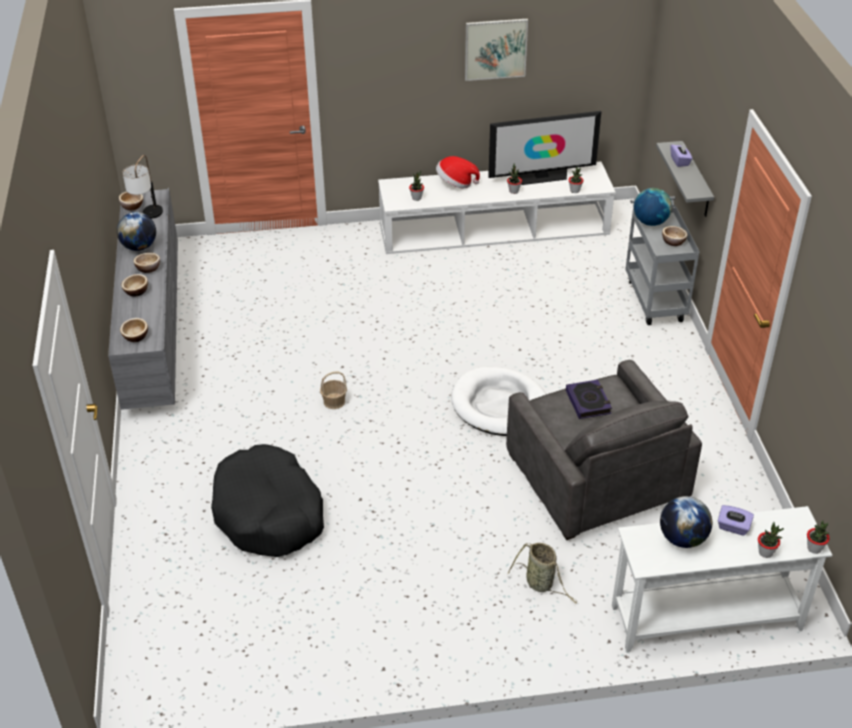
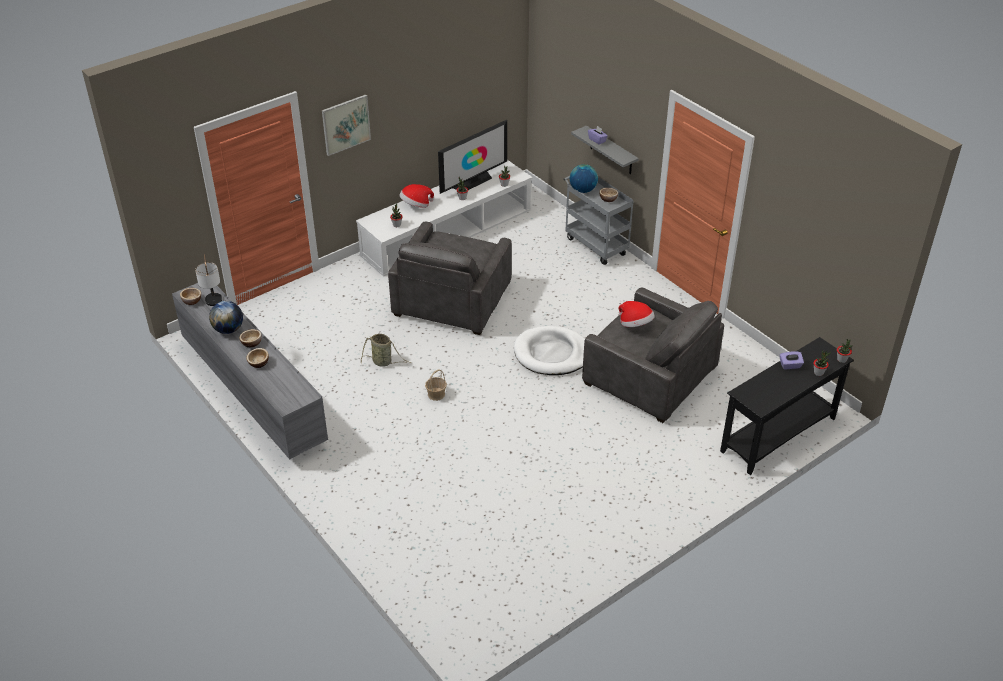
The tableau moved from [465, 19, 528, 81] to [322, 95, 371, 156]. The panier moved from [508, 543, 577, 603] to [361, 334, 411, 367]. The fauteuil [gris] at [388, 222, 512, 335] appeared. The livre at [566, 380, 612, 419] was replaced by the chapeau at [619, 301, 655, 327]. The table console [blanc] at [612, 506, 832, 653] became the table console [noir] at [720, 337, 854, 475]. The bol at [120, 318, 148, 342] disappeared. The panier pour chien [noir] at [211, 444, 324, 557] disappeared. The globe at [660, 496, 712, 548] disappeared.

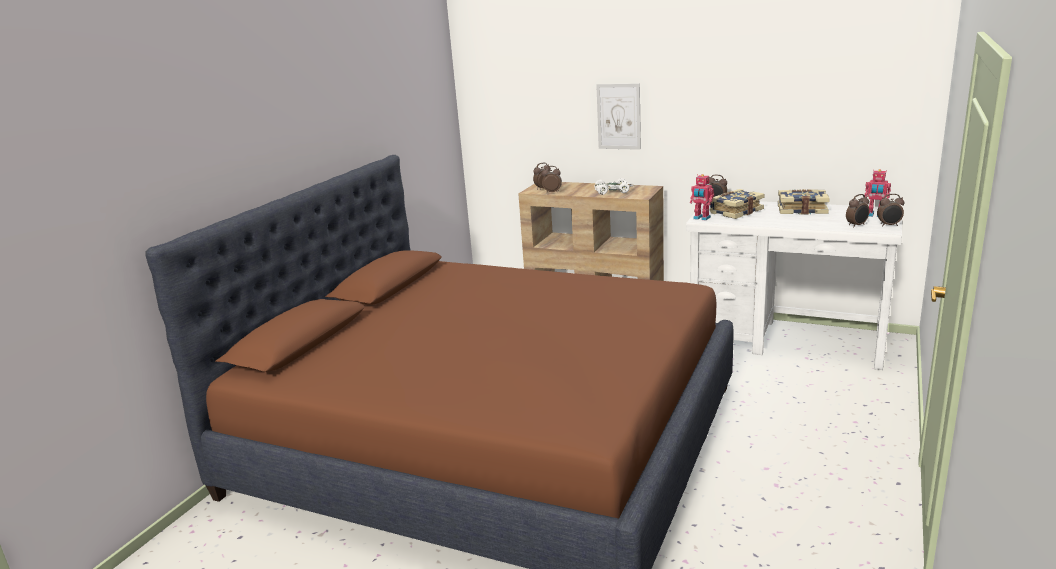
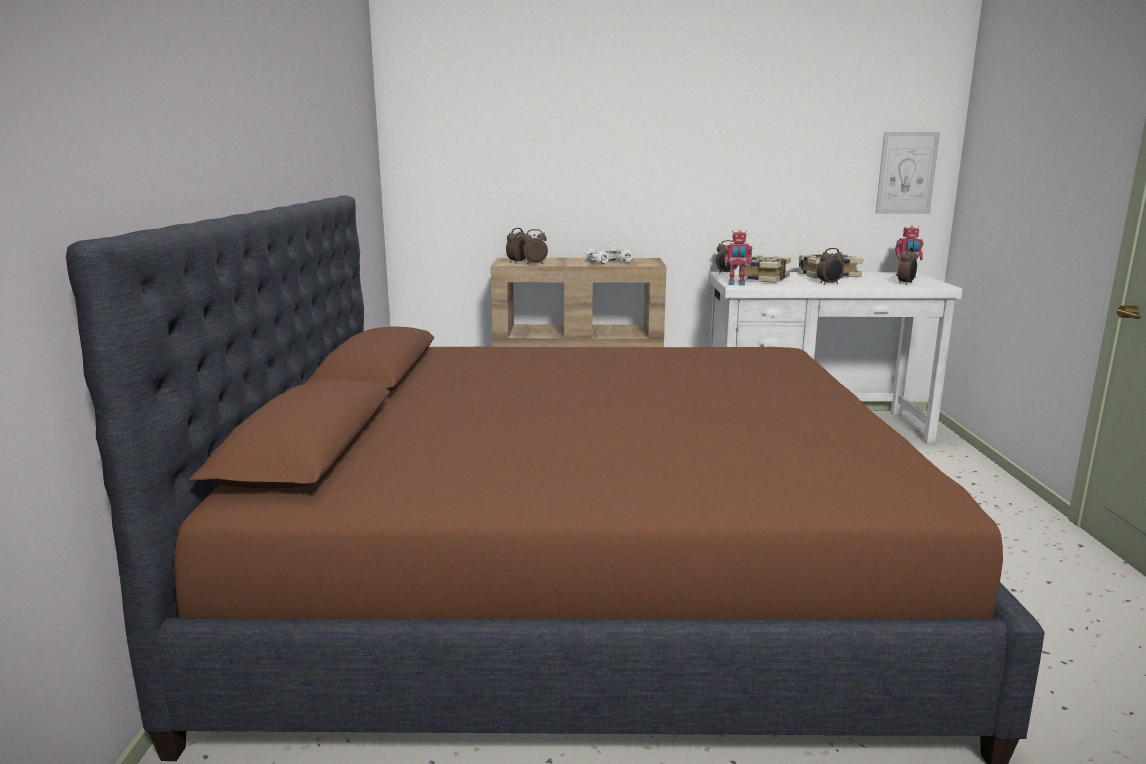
The réveil moved from [877, 194, 905, 226] to [817, 248, 844, 285]. The tableau moved from [596, 84, 641, 150] to [875, 132, 940, 214].

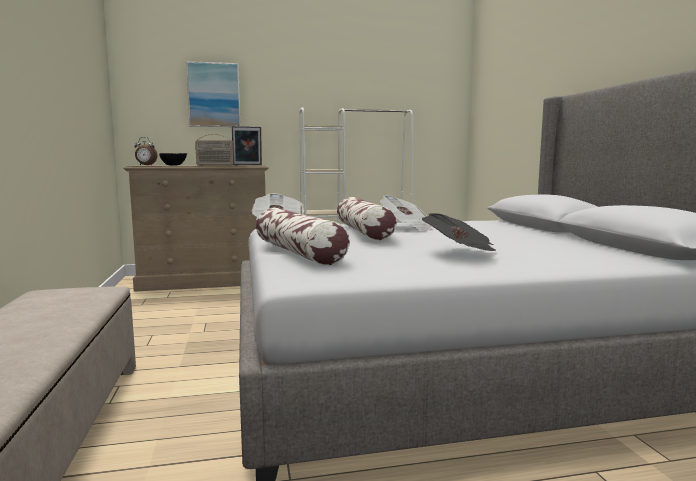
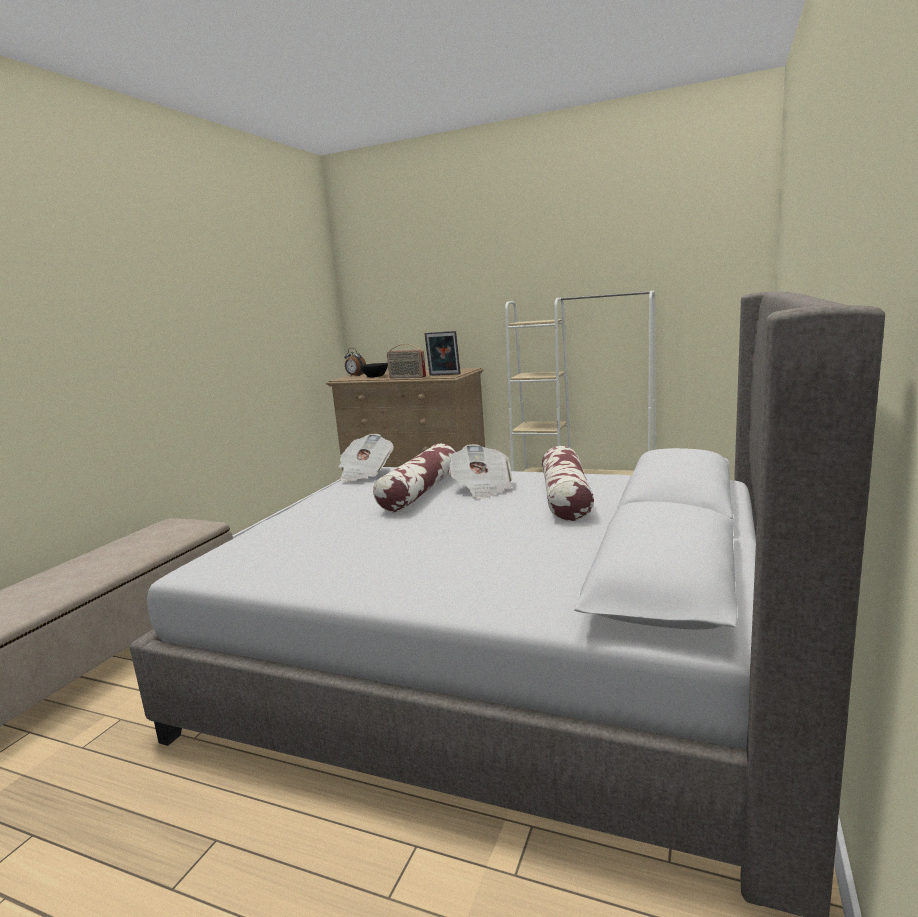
The coussin moved from [256, 208, 350, 265] to [542, 446, 594, 521]. The tableau at [186, 61, 241, 127] disappeared. The journal at [422, 213, 496, 251] disappeared.

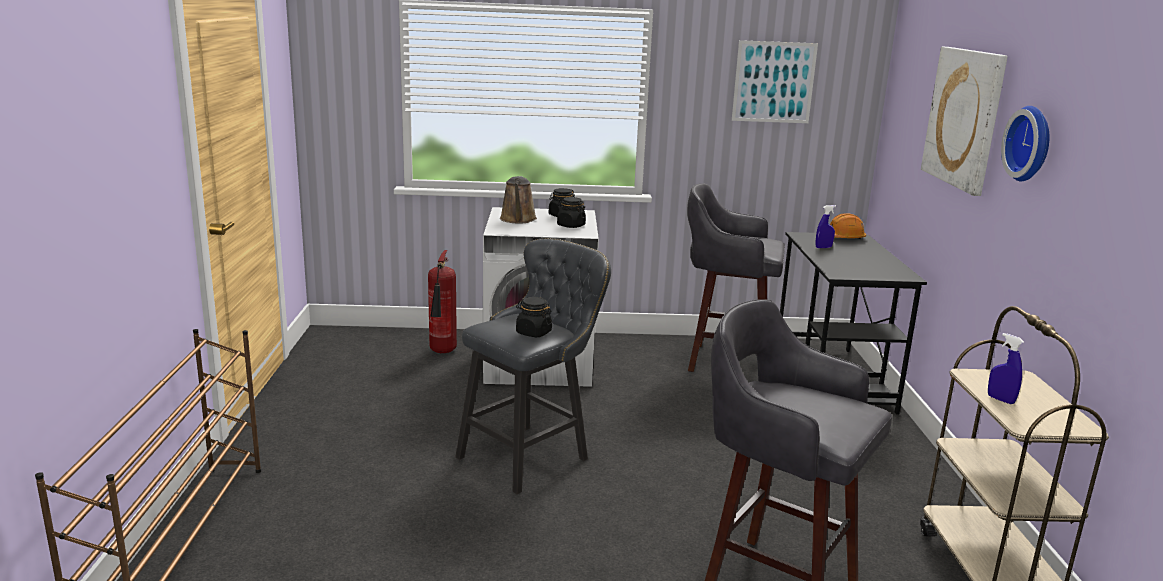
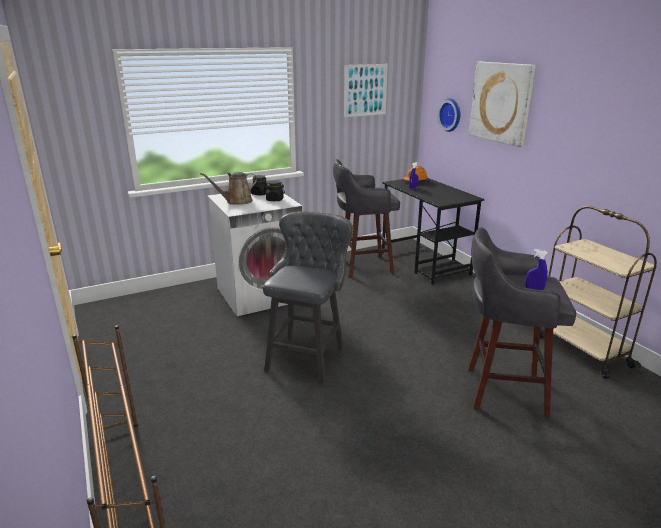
The arrosoir [marron] at [500, 176, 537, 224] turned 90 degrees clockwise. The horloge murale moved from [1001, 106, 1049, 181] to [438, 98, 460, 132]. The vaporisateur [bleu] moved from [988, 333, 1024, 404] to [526, 249, 548, 290]. The extincteur at [428, 250, 457, 353] disappeared. The bocal [noir] at [516, 297, 552, 337] disappeared.

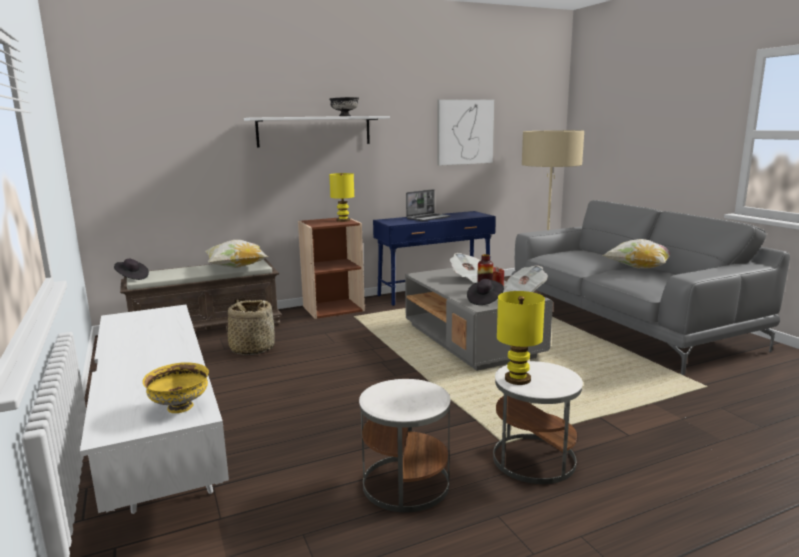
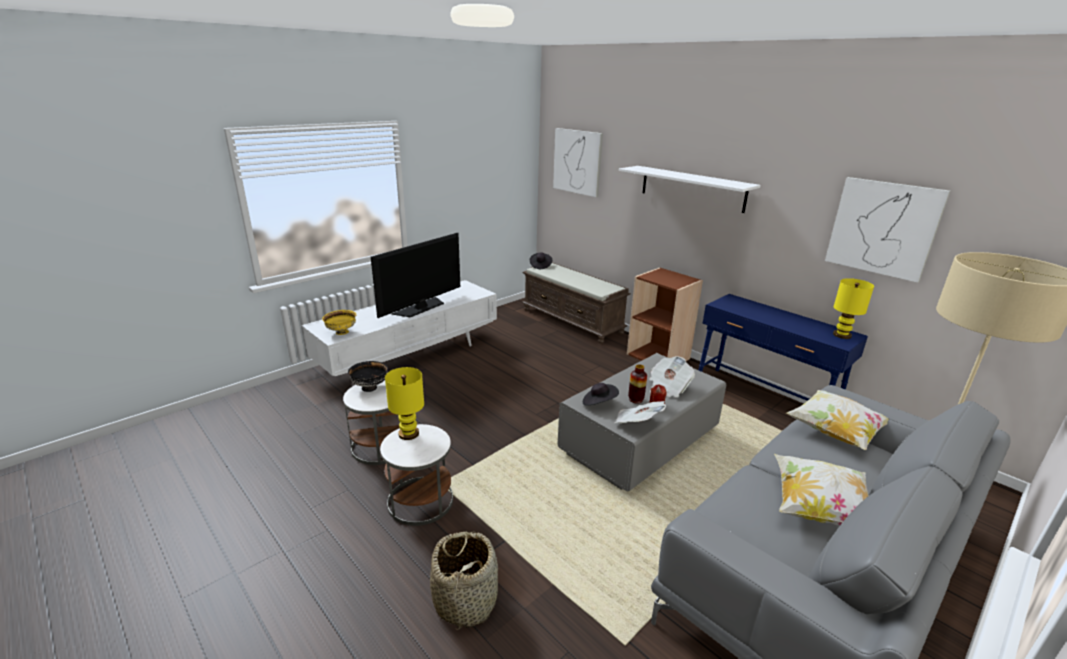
The bol [noir] moved from [330, 97, 359, 116] to [348, 361, 388, 392]. The téléviseur at [371, 233, 460, 318] appeared. The panier moved from [226, 299, 275, 355] to [430, 531, 498, 630]. The tableau at [553, 128, 603, 197] appeared. The coussin moved from [205, 240, 268, 268] to [786, 390, 888, 450]. The lampe de table [jaune] moved from [329, 173, 354, 222] to [833, 278, 874, 339]. The ordinateur portable at [406, 189, 450, 221] disappeared.

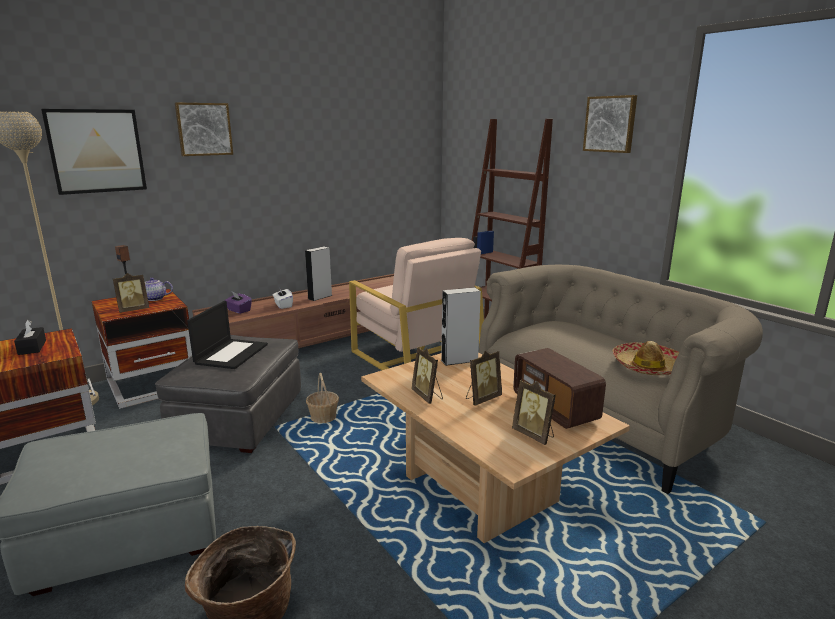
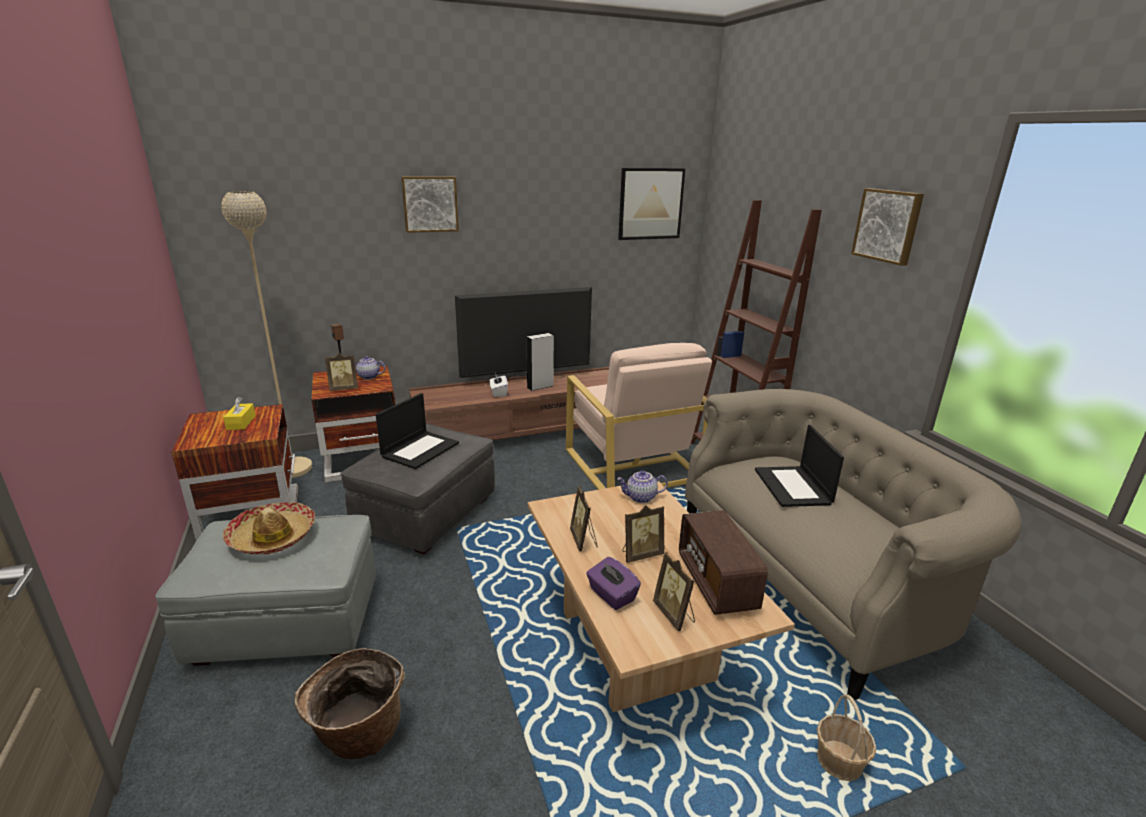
The boîte à mouchoirs [noir] at [14, 320, 46, 355] became the boîte à mouchoirs [jaune] at [223, 397, 256, 430]. The chapeau moved from [612, 341, 679, 375] to [223, 502, 315, 555]. The téléviseur at [455, 287, 592, 385] appeared. The boîte à mouchoirs [violet] moved from [224, 292, 252, 314] to [586, 557, 641, 610]. The enceinte [gris] at [441, 287, 481, 366] was replaced by the théière at [617, 470, 668, 503]. The tableau moved from [41, 109, 147, 195] to [618, 168, 685, 240]. The ordinateur portable at [755, 425, 844, 507] appeared. The panier moved from [306, 373, 339, 423] to [817, 694, 876, 781].

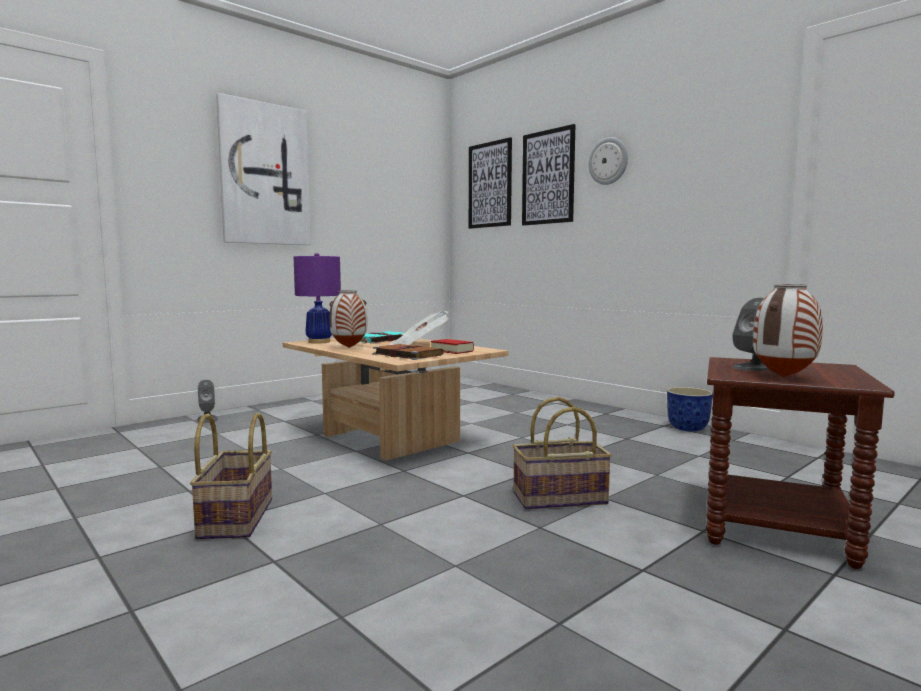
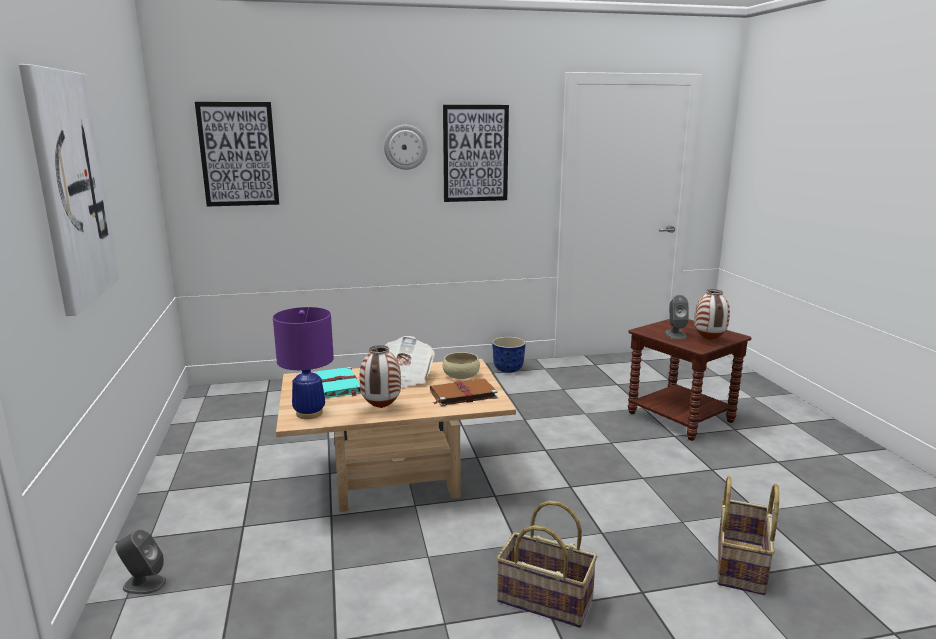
The tableau moved from [522, 124, 575, 226] to [443, 105, 509, 202]. The livre at [431, 339, 474, 354] was replaced by the bol [beige] at [443, 352, 480, 379]. The panier moved from [513, 397, 612, 510] to [717, 476, 779, 595].

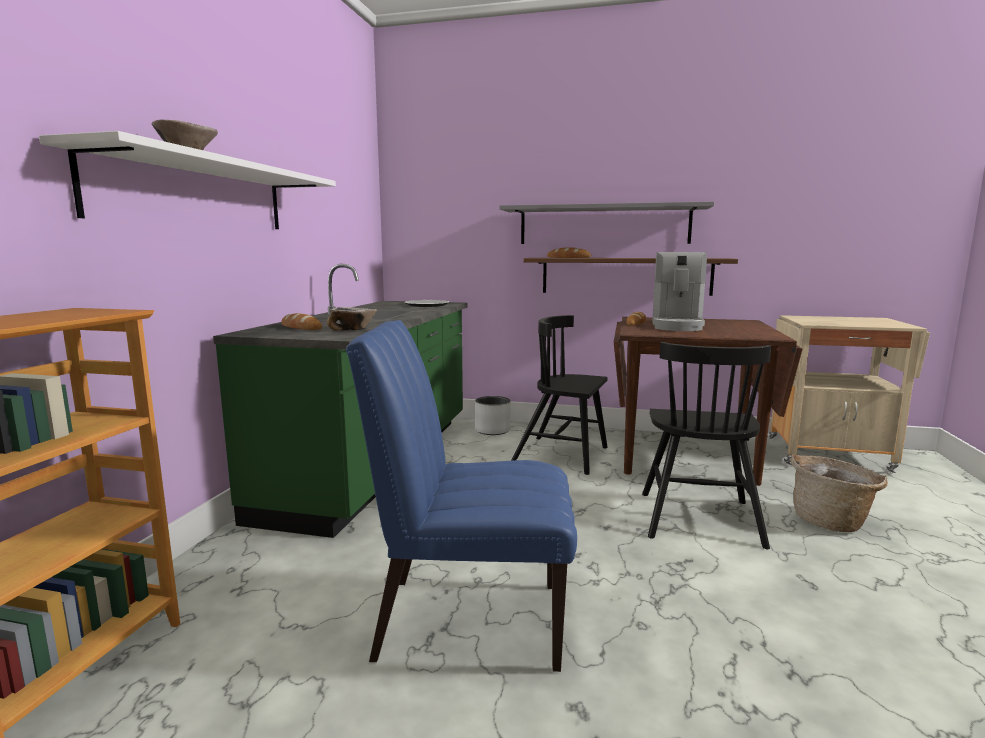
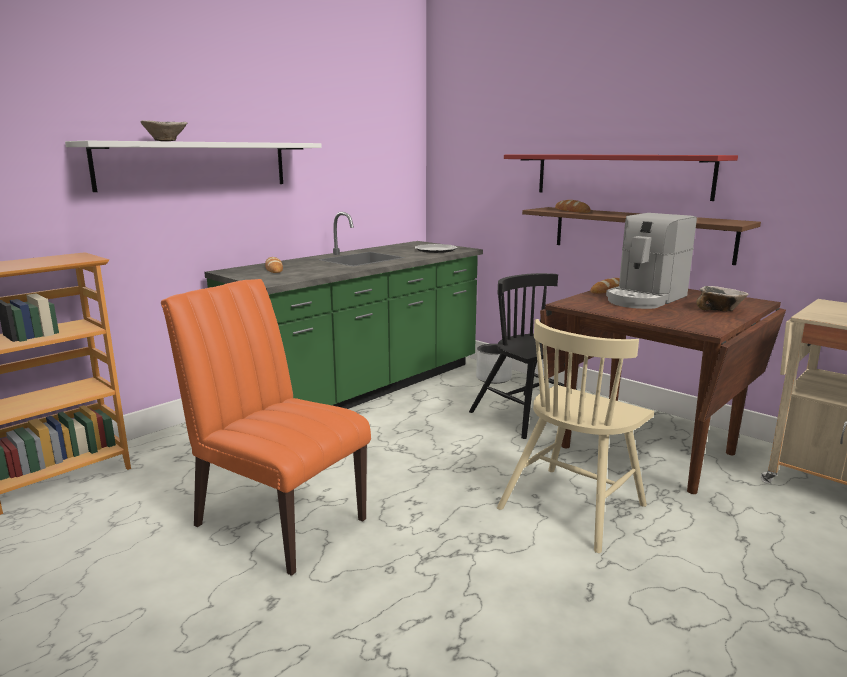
The chaise [bleu] at [346, 320, 577, 672] became the chaise [orange] at [161, 279, 371, 576]. The chaise [noir] at [642, 342, 771, 549] became the chaise [beige] at [497, 319, 654, 553]. The étagère [gris] at [500, 201, 714, 244] became the étagère [rouge] at [504, 154, 738, 201]. The bol moved from [327, 307, 377, 331] to [696, 286, 749, 311]. The panier at [790, 454, 888, 532] disappeared.

